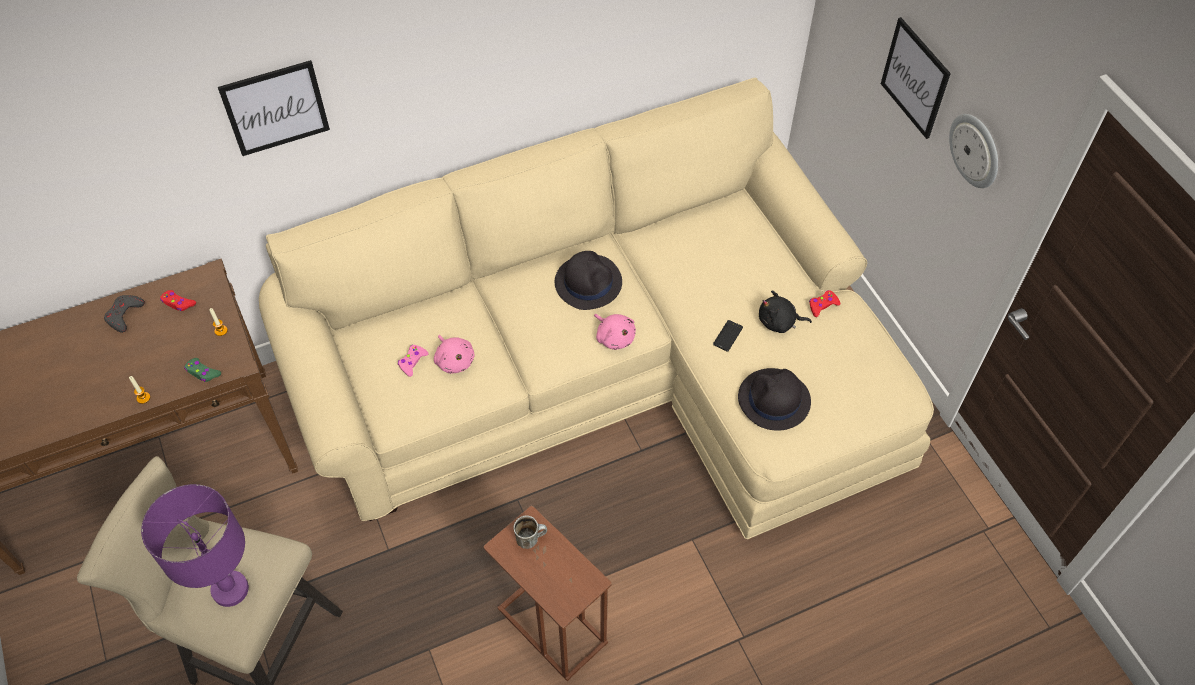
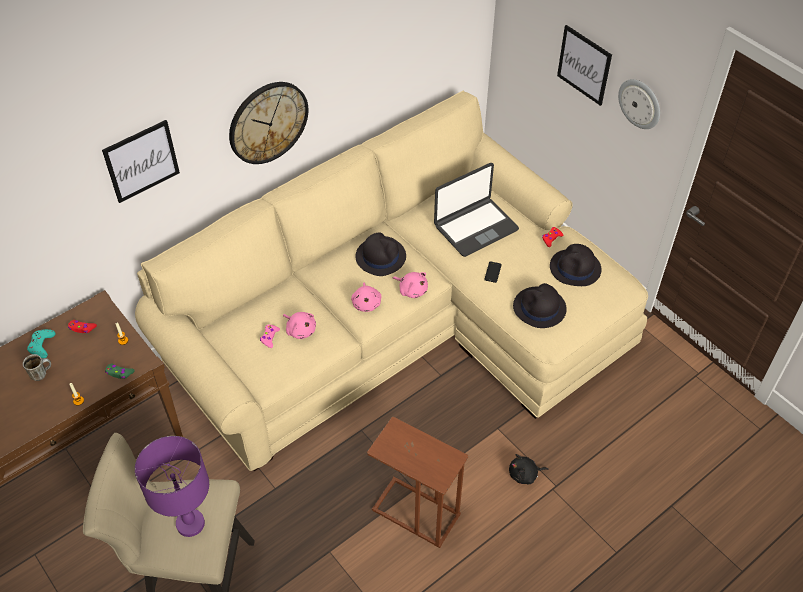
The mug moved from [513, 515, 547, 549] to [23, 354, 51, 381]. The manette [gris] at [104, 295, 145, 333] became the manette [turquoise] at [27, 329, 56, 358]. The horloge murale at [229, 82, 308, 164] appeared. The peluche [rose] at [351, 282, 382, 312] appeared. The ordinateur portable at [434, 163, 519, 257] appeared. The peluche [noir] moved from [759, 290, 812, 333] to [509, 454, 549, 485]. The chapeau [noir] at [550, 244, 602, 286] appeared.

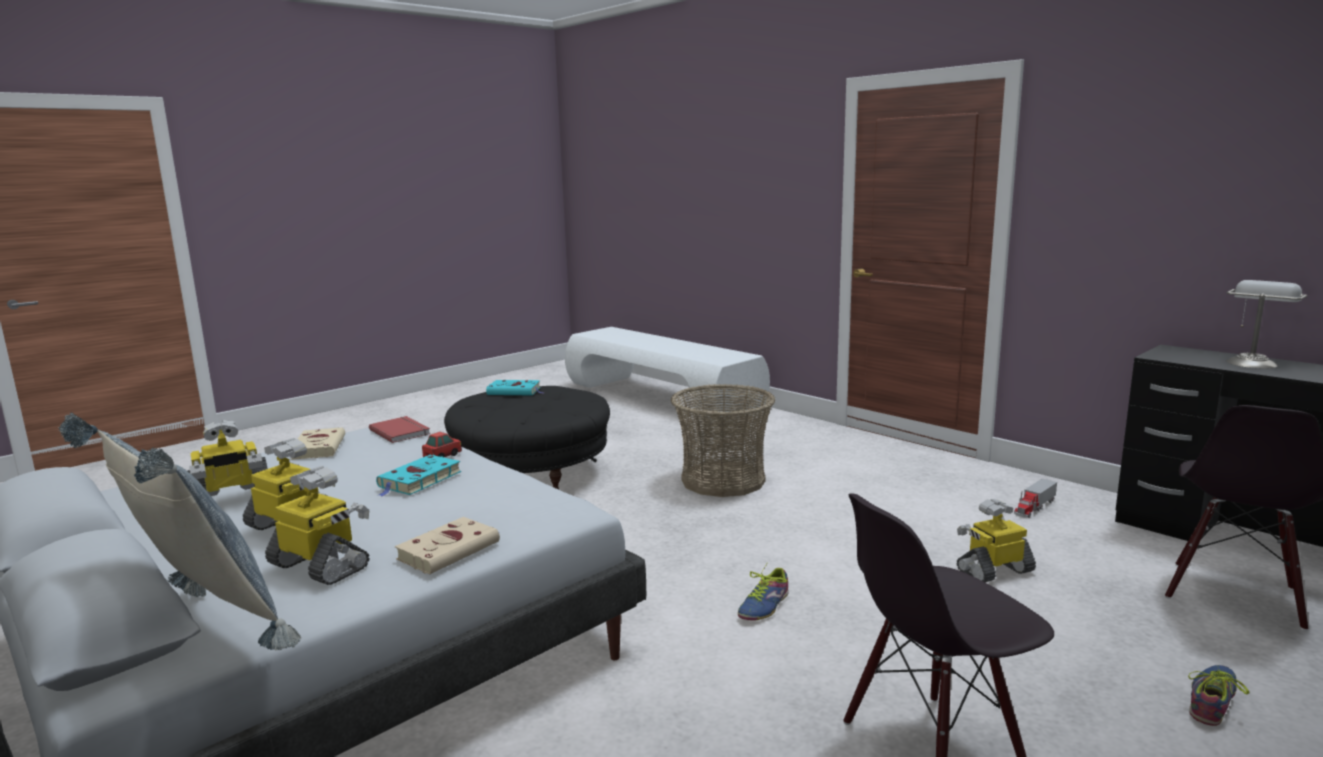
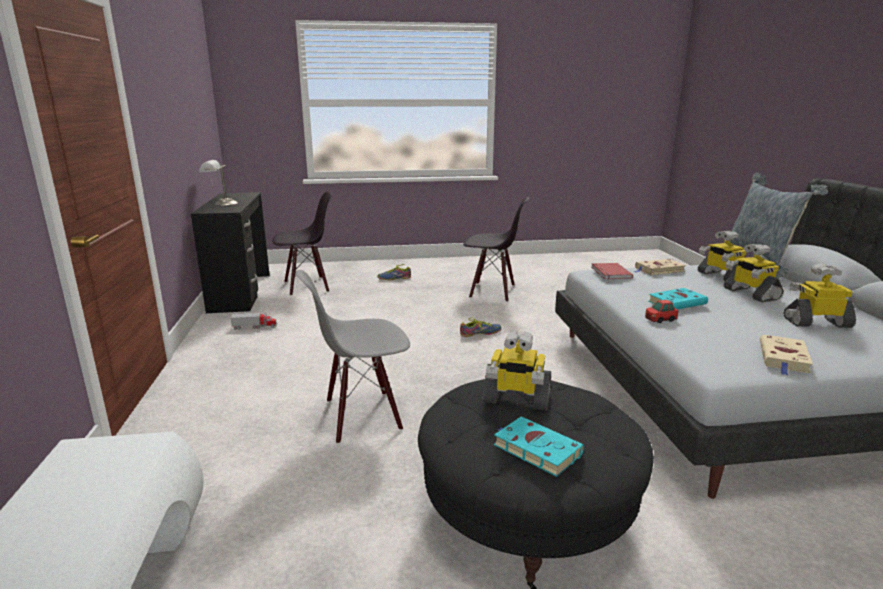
The panier at [671, 384, 775, 497] was replaced by the chaise [gris] at [296, 270, 410, 444]. The robot jouet moved from [957, 499, 1036, 582] to [482, 331, 551, 411]. The livre [rouge] moved from [369, 416, 431, 443] to [591, 263, 633, 280].

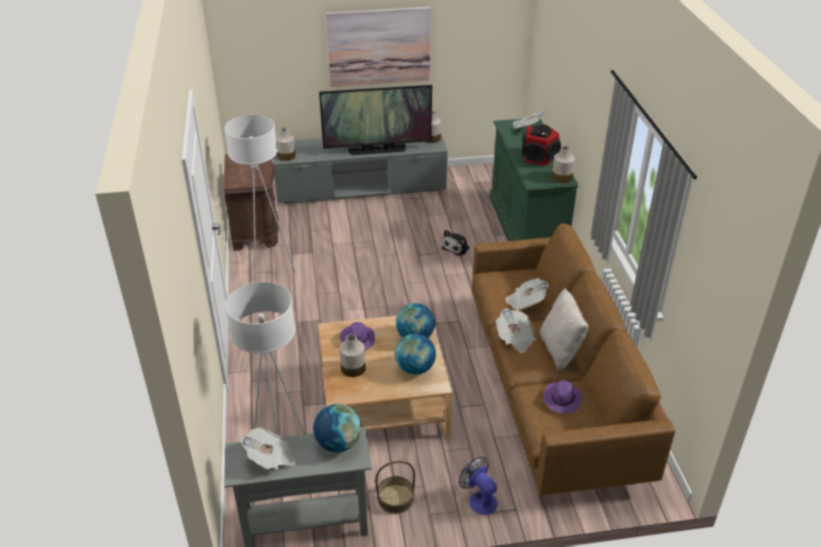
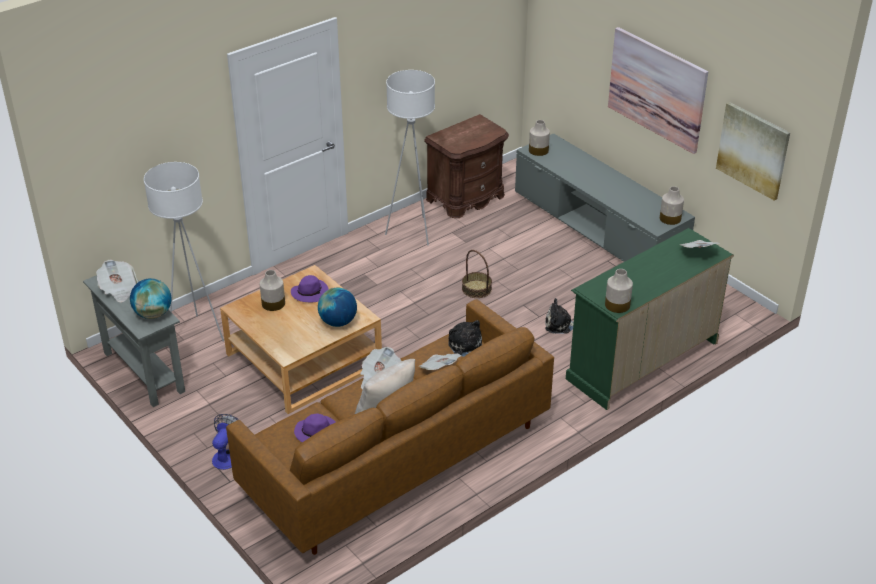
The peluche at [448, 320, 482, 357] appeared. The panier moved from [375, 461, 415, 514] to [462, 250, 492, 298]. The tableau at [716, 102, 790, 201] appeared. The téléviseur at [319, 85, 432, 155] disappeared. The globe at [395, 333, 436, 375] disappeared. The enceinte at [522, 125, 561, 166] disappeared.

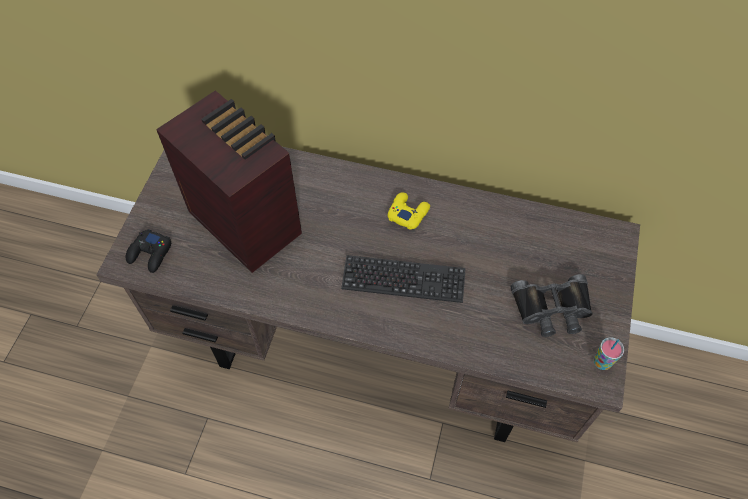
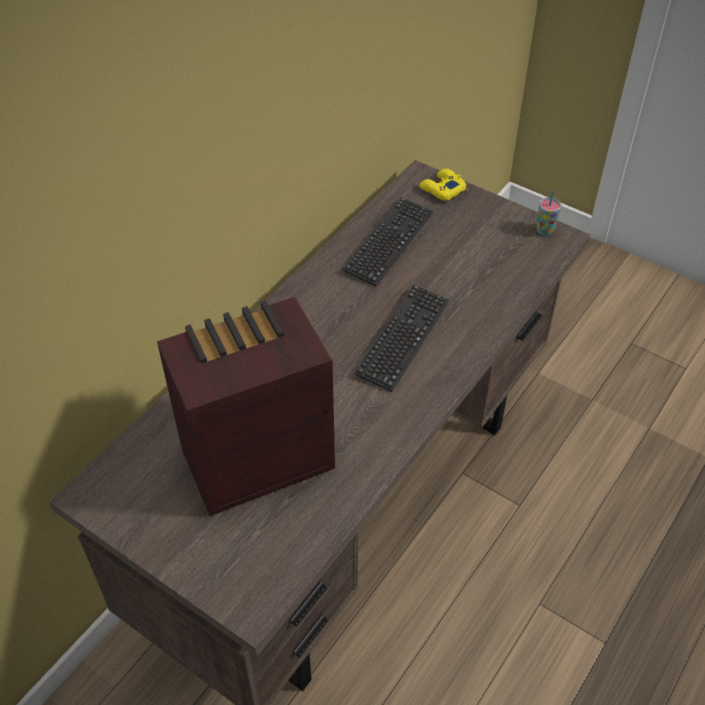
The clavier at [342, 197, 433, 287] appeared. The manette [jaune] moved from [388, 192, 430, 230] to [419, 169, 466, 201]. The manette [noir] at [126, 229, 171, 273] disappeared. The jumelles [noir] at [511, 274, 593, 337] disappeared.

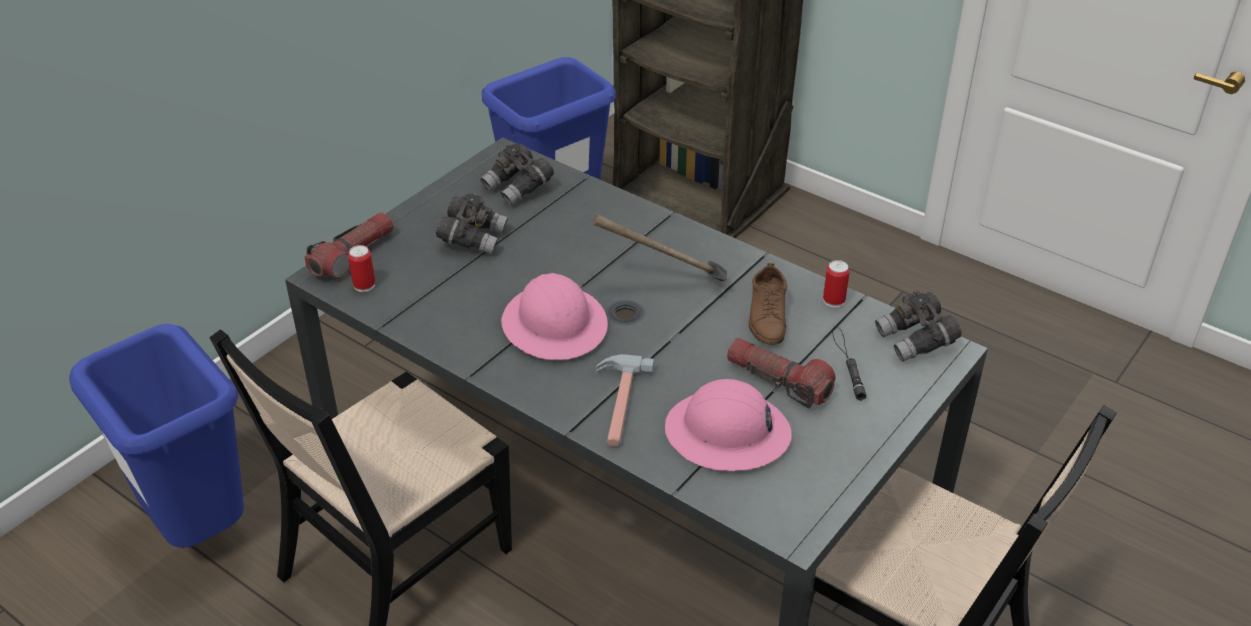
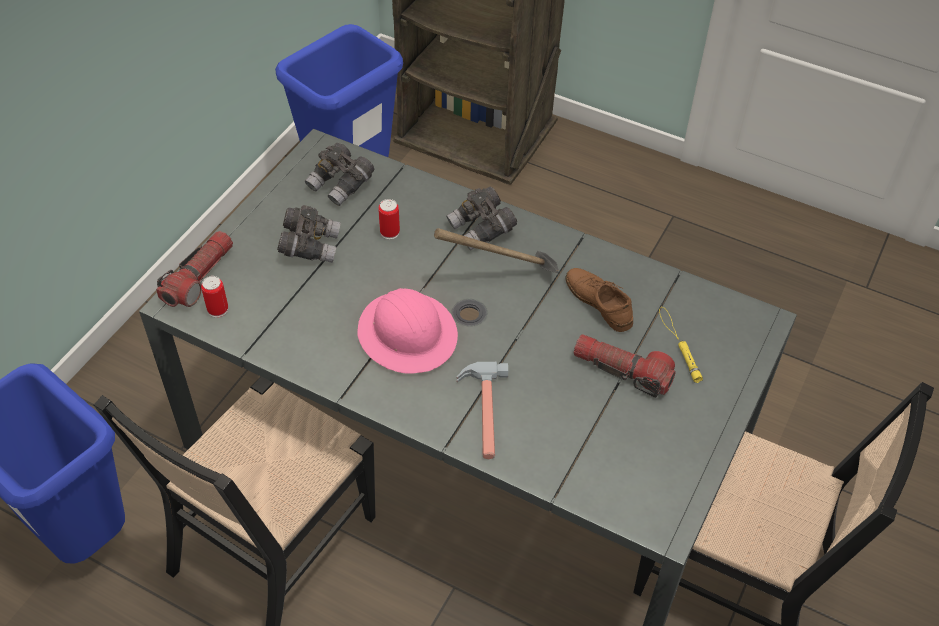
The boîte métallique moved from [823, 260, 850, 308] to [378, 199, 400, 239]. The jumelles [gris] moved from [875, 291, 962, 362] to [446, 187, 517, 251]. The chaussure [marron] at [749, 263, 787, 345] turned 150 degrees clockwise. The lampe de poche [noir] at [832, 326, 866, 401] became the lampe de poche [jaune] at [659, 307, 703, 383]. The casque de chantier [rose] at [665, 379, 792, 471] disappeared.

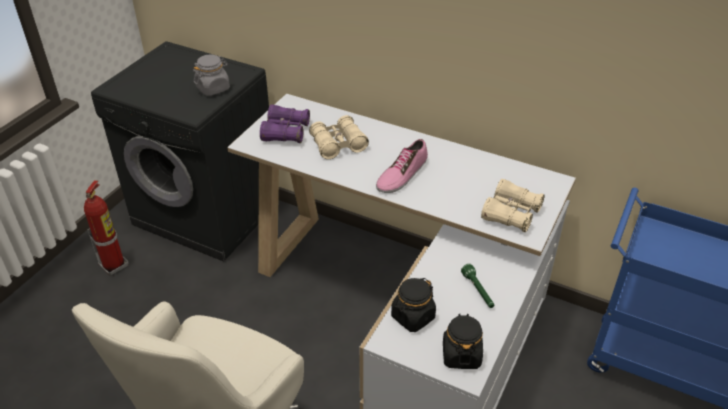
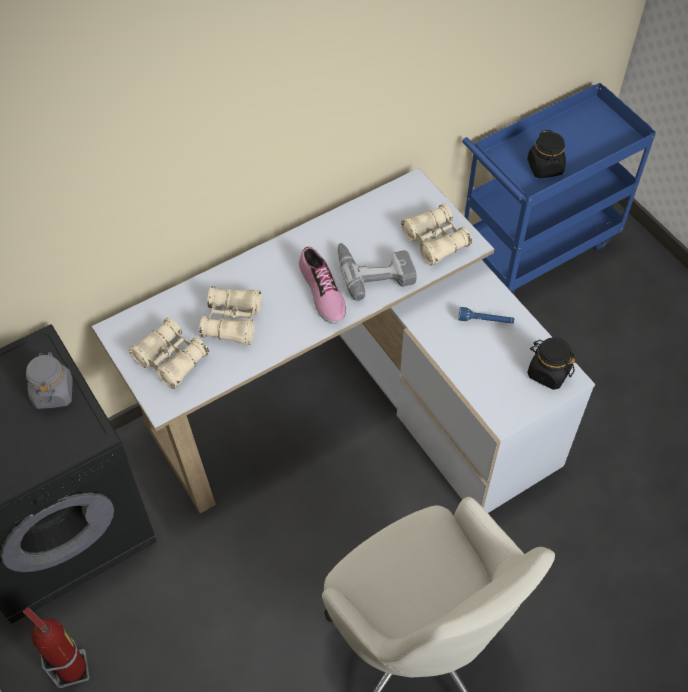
The jumelles [violet] at [260, 105, 310, 143] became the jumelles [beige] at [129, 318, 209, 389]. The perceuse at [338, 243, 417, 301] appeared. The lampe de poche [vert] at [461, 264, 494, 308] became the lampe de poche [bleu] at [458, 307, 514, 324]. The bocal [noir] moved from [391, 278, 436, 332] to [527, 130, 566, 178].

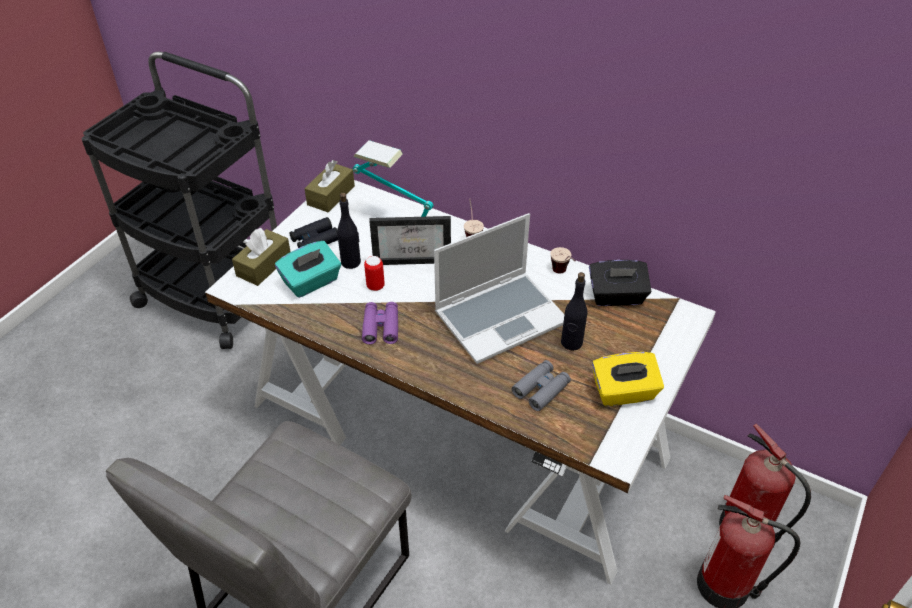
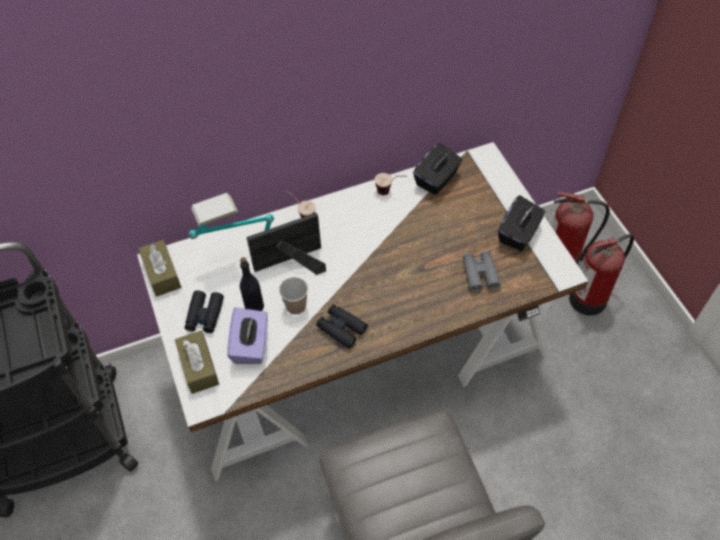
The boîte à mouchoirs [turquoise] at [275, 241, 341, 298] became the boîte à mouchoirs [violet] at [228, 307, 268, 364]. The cadre photo at [369, 216, 451, 265] turned 150 degrees counterclockwise. The boîte métallique at [364, 256, 385, 291] was replaced by the tasse at [279, 277, 308, 315]. The jumelles [violet] at [362, 302, 398, 344] became the jumelles [noir] at [316, 304, 368, 349]. The boîte à mouchoirs [jaune] at [592, 352, 664, 406] became the boîte à mouchoirs [noir] at [498, 195, 545, 251]. The ordinateur portable at [434, 213, 565, 364] disappeared. The bouteille [noir] at [561, 272, 587, 351] disappeared.

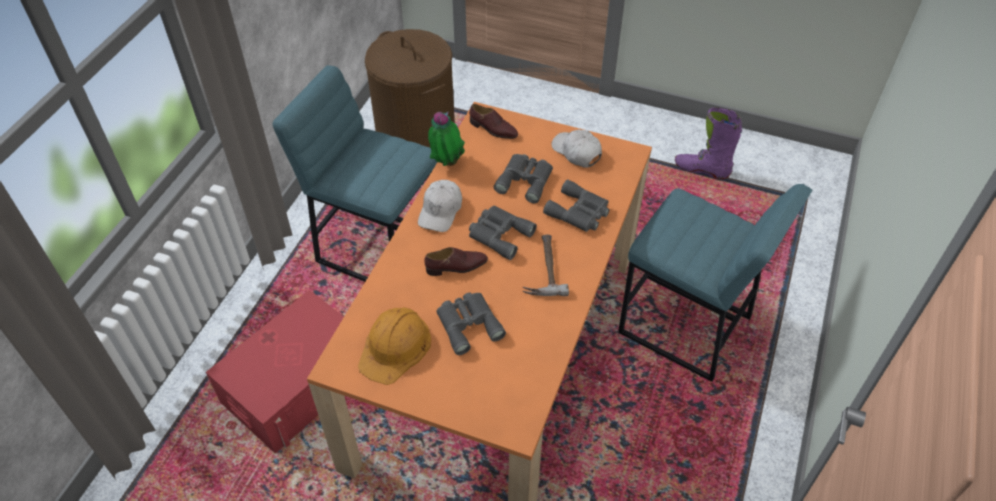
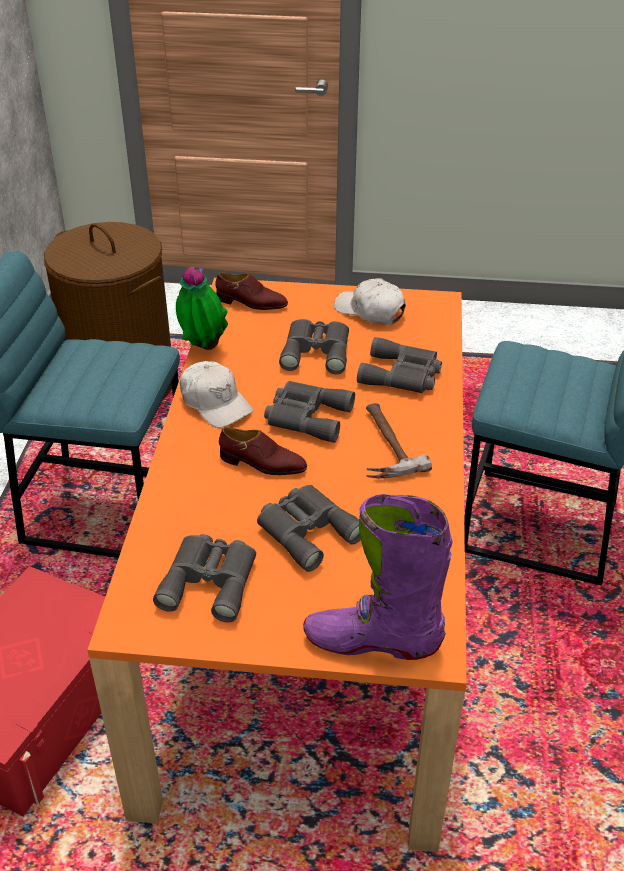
The casque de chantier [orange] at [358, 307, 431, 385] was replaced by the jumelles [gris] at [153, 534, 256, 622]. The casquette [blanc] at [418, 180, 462, 232] turned 45 degrees counterclockwise. The chaussure [marron] at [424, 247, 488, 276] turned 45 degrees clockwise. The botte [violet] moved from [675, 107, 742, 179] to [303, 494, 452, 660].

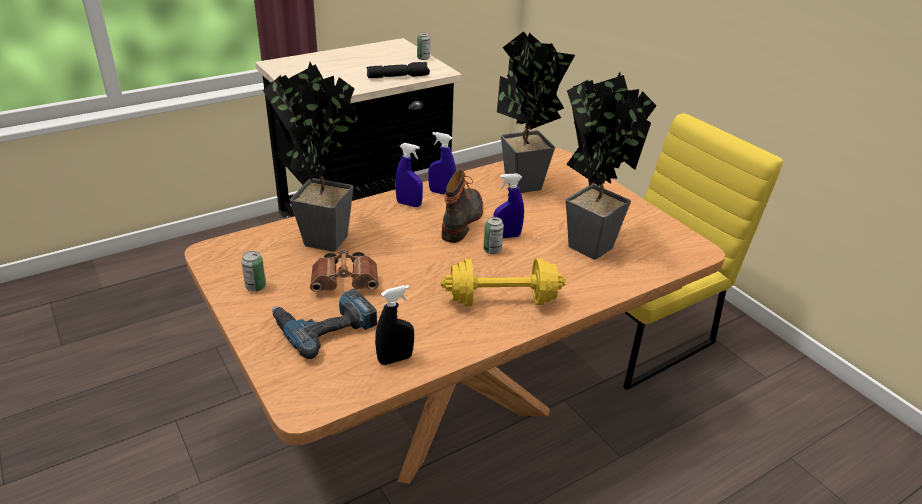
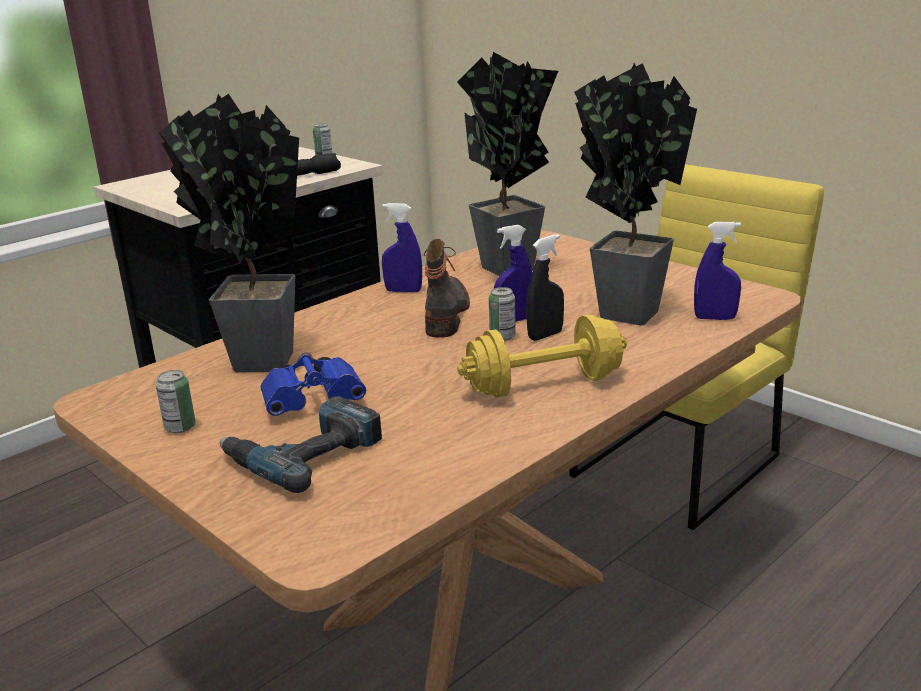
The jumelles [marron] at [310, 250, 379, 292] became the jumelles [bleu] at [261, 352, 366, 416]. The vaporisateur [noir] moved from [375, 285, 414, 365] to [526, 234, 564, 341]. The vaporisateur [bleu] moved from [395, 143, 423, 207] to [694, 222, 741, 320].

